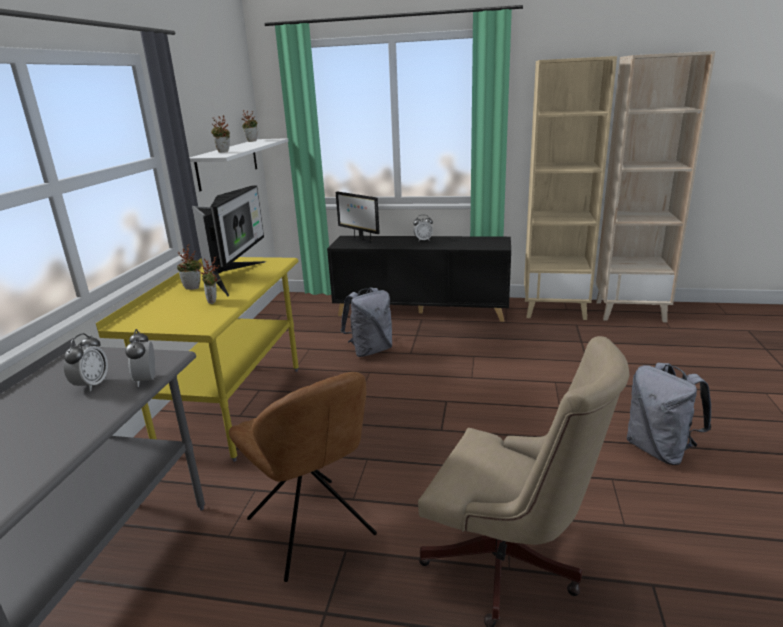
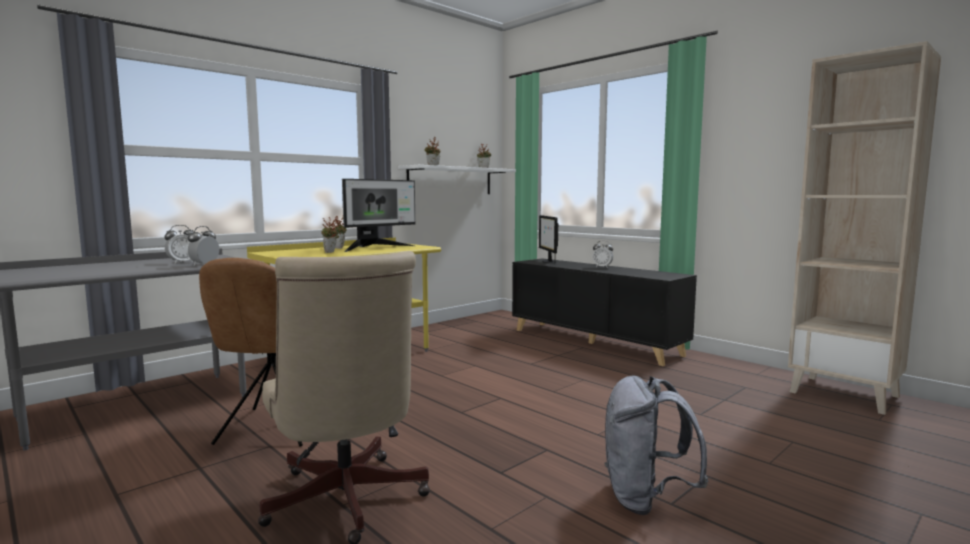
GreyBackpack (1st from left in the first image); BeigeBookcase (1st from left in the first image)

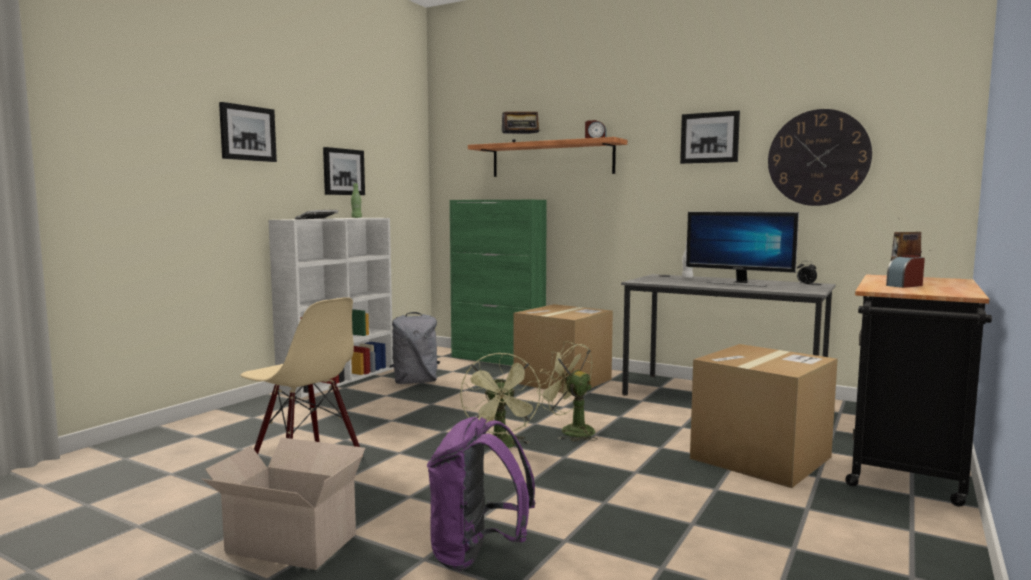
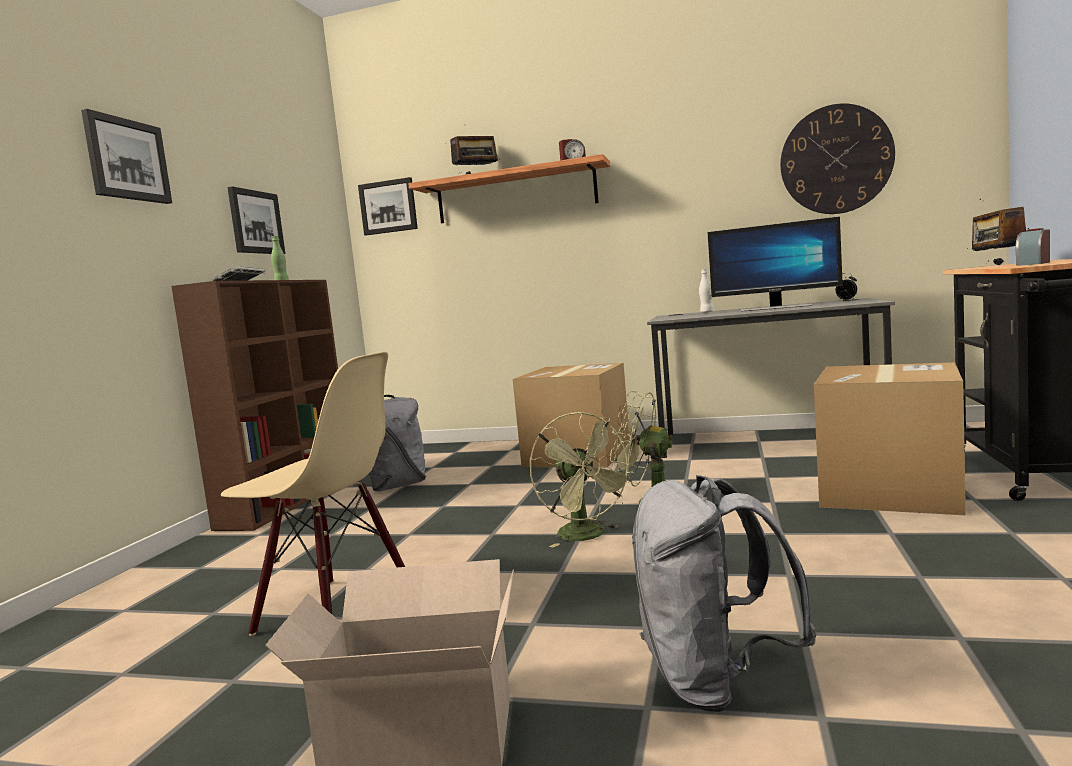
BrownBookcase; GreyBackpack (2nd from left); GreenCabinet; Picture (3rd from left)

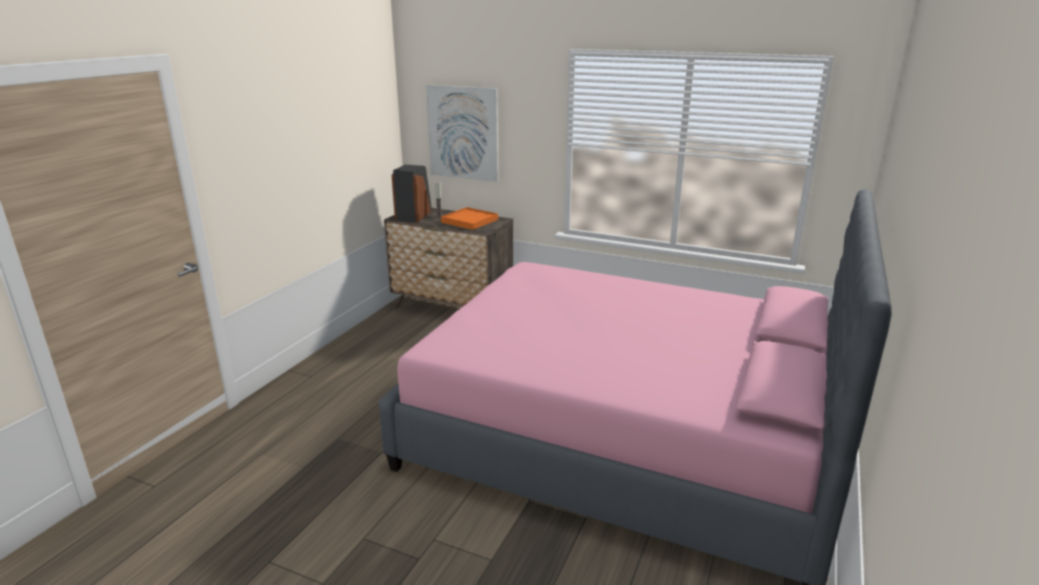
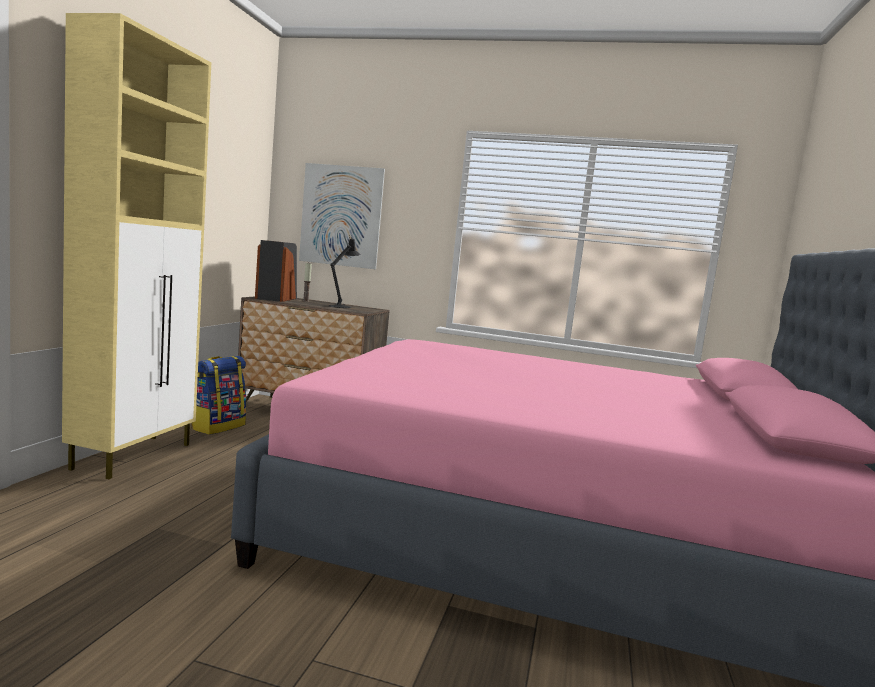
BlackTableLamp; BeigeCabinet; Backpack

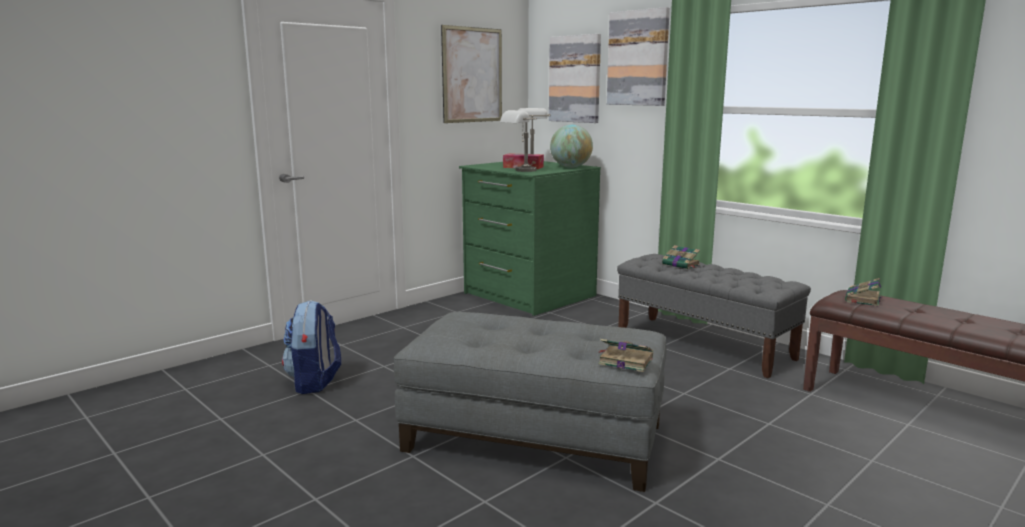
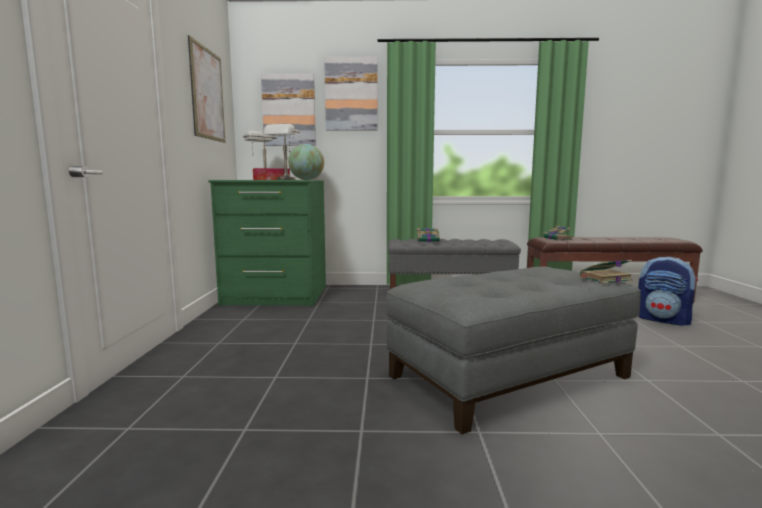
Backpack

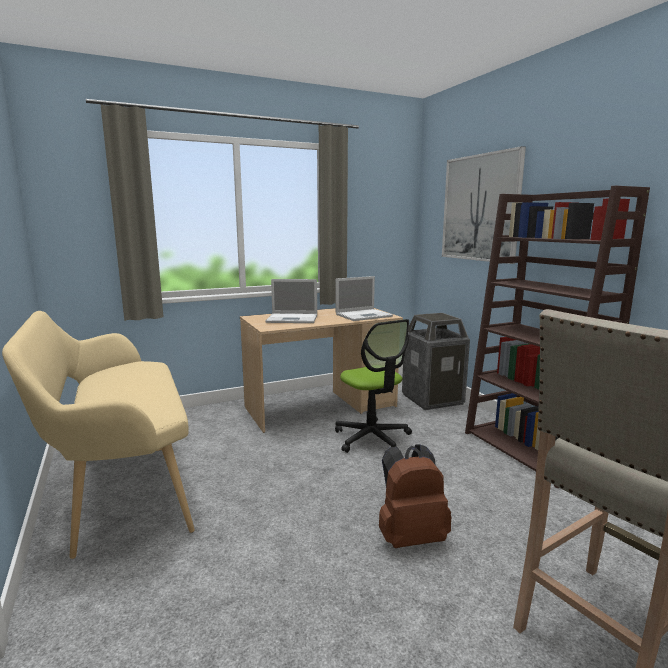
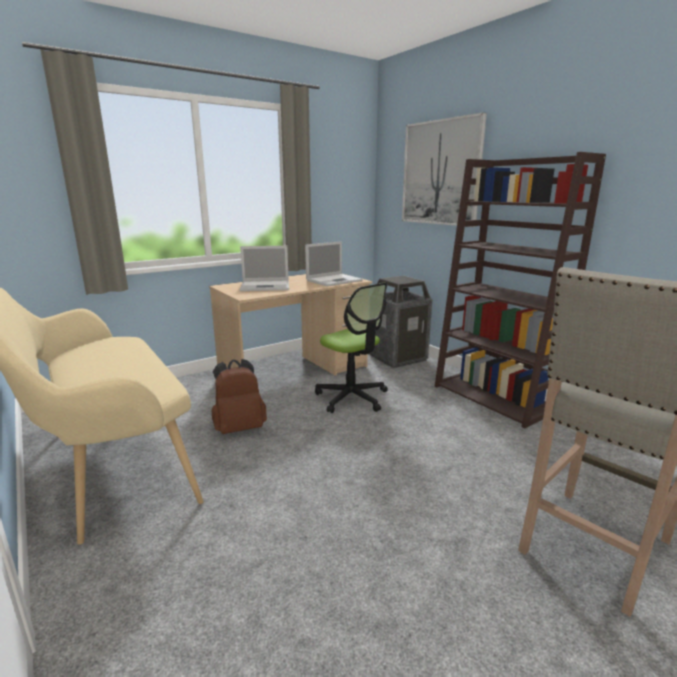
BrownBackpack

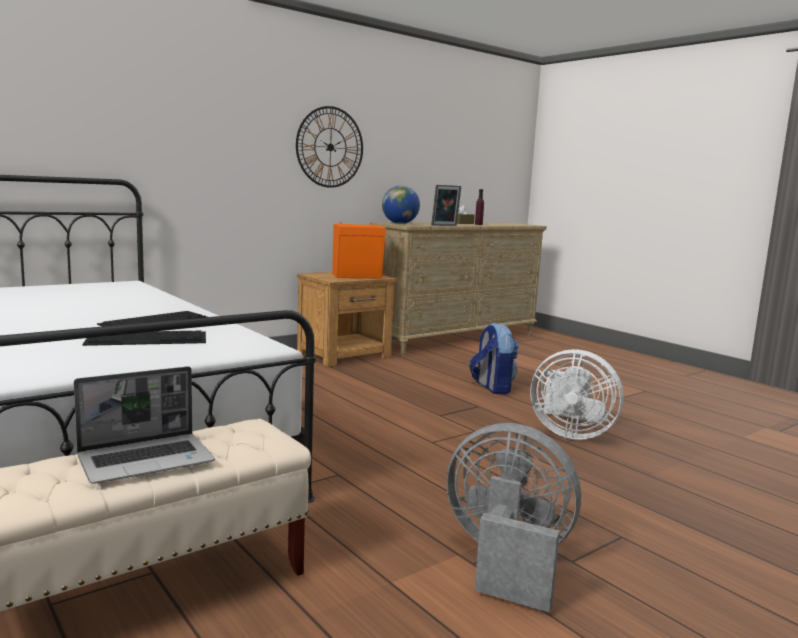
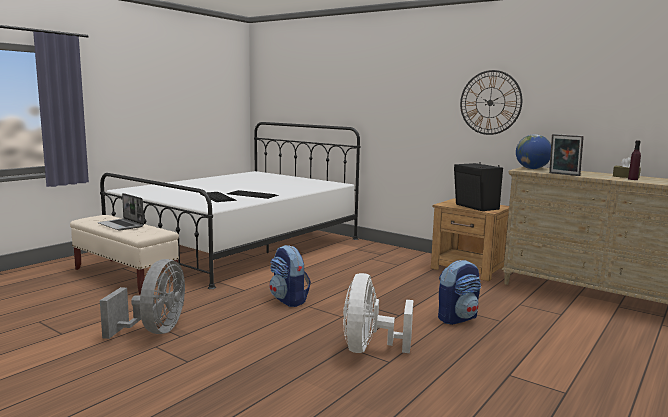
BlackSpeaker; Backpack (1st from left)

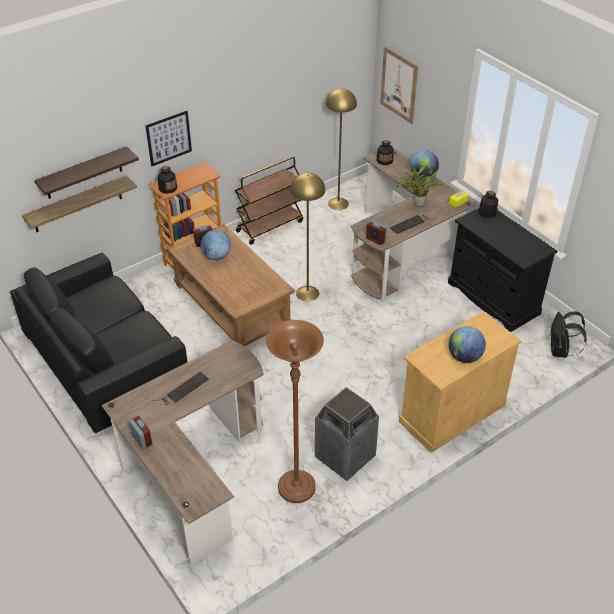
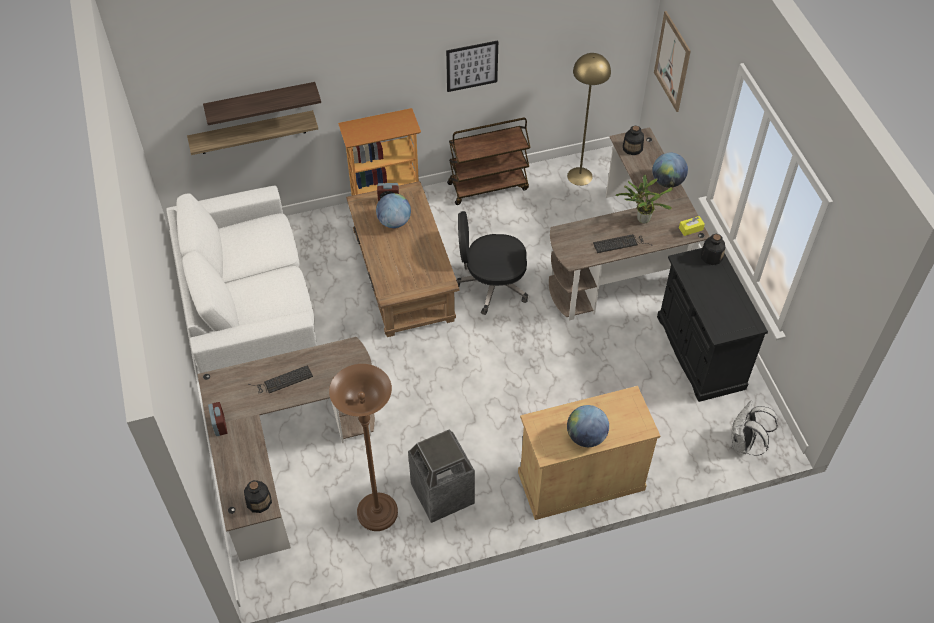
WhiteSofa; Picture (1st from left); Bottle (1st from left); BlackOfficeChair; AlarmClock (3rd from left in the first image); WhiteBackpack

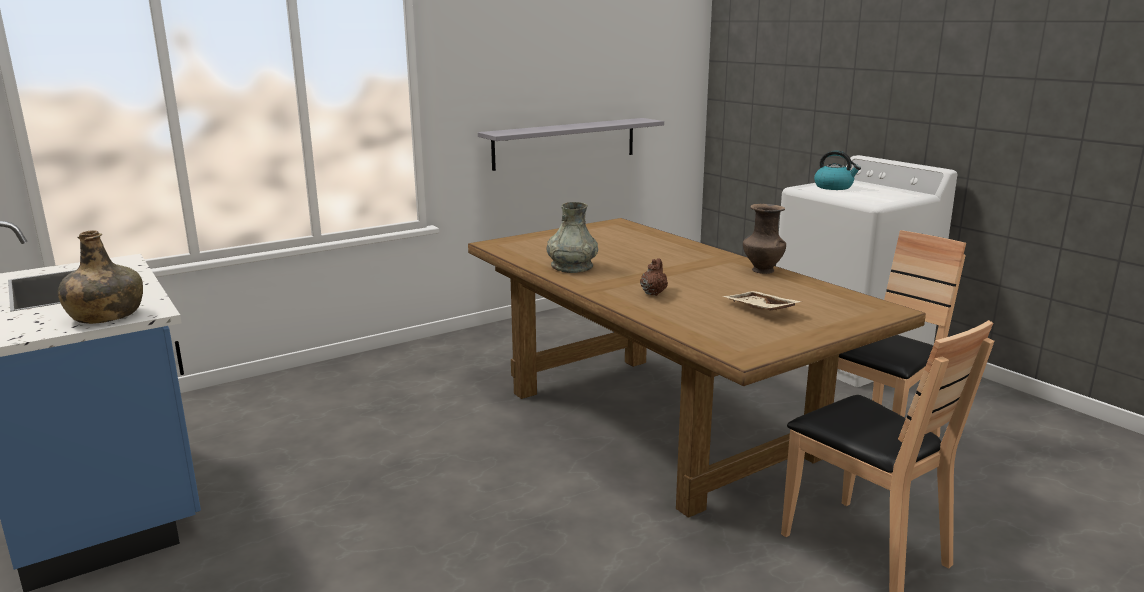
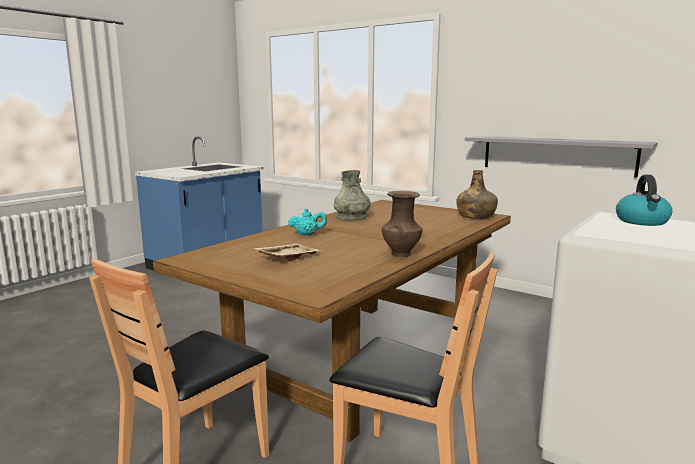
GreenBottle; TurquoiseTeapot

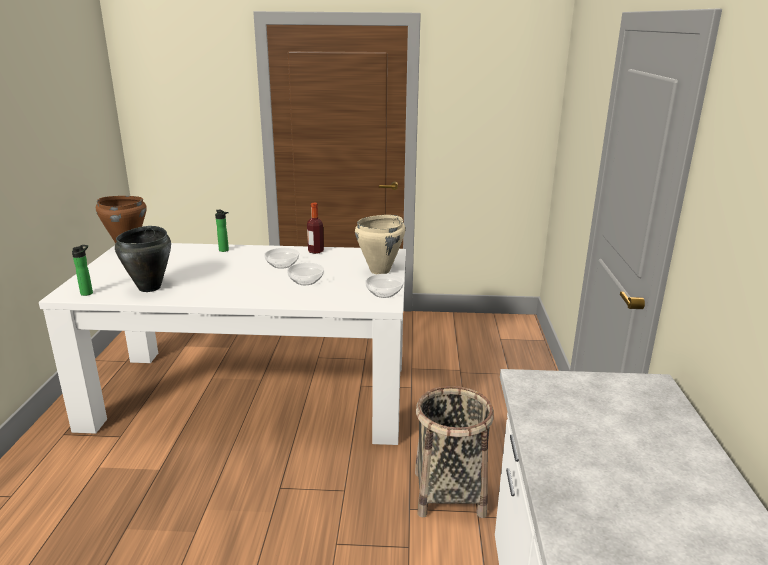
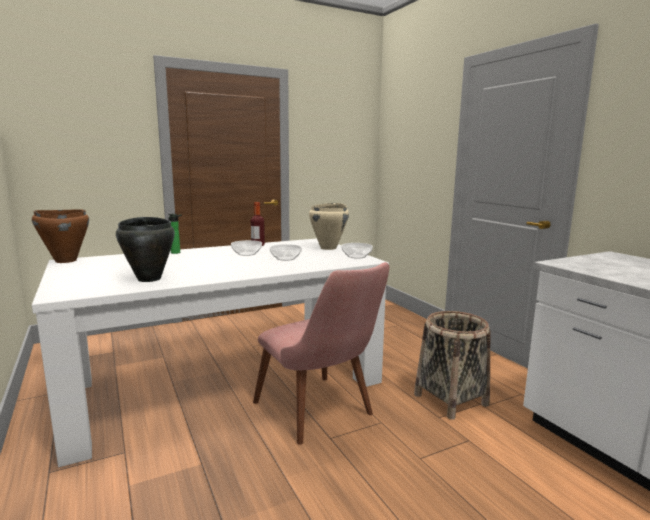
Bottle (1st from left in the first image); PinkChair

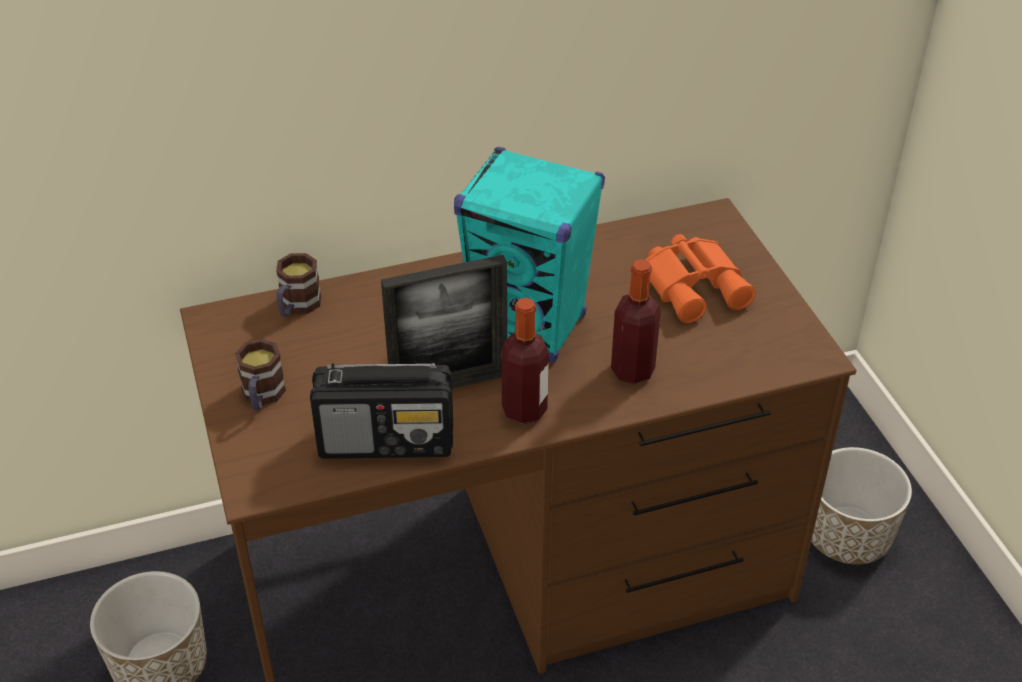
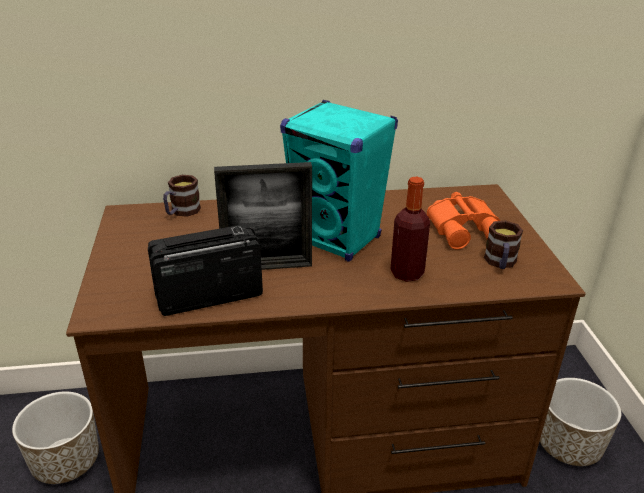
Mug (2nd from left); Radio; Bottle (1st from left in the first image)

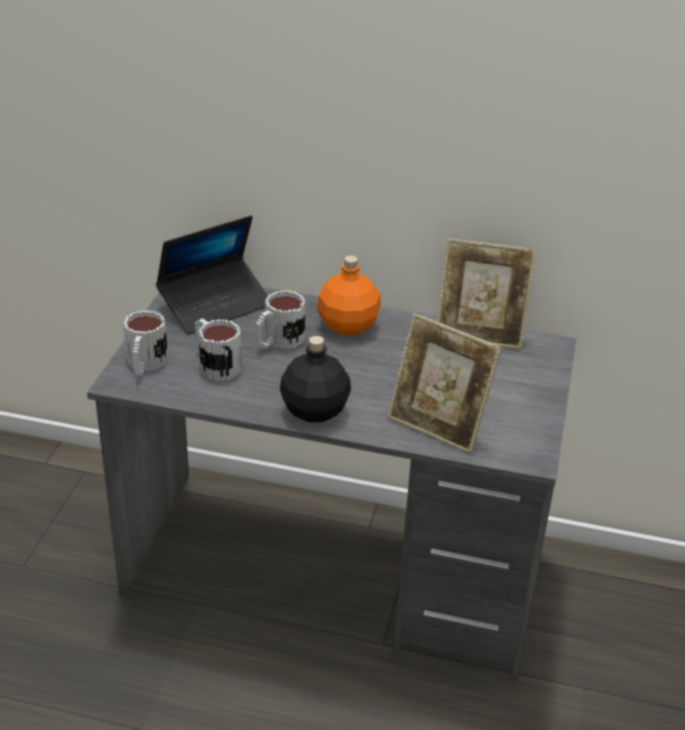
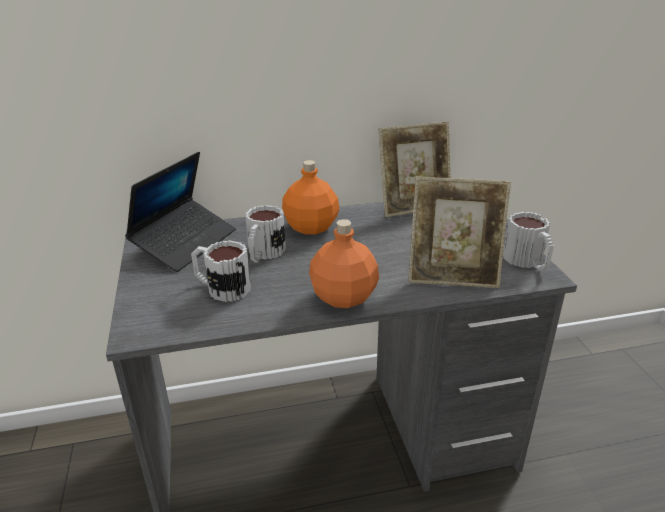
Mug (3rd from left); OrangeBottle (2nd from left)

